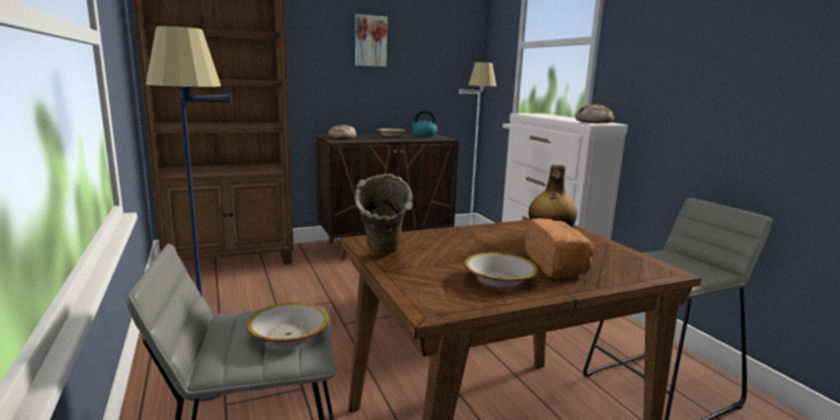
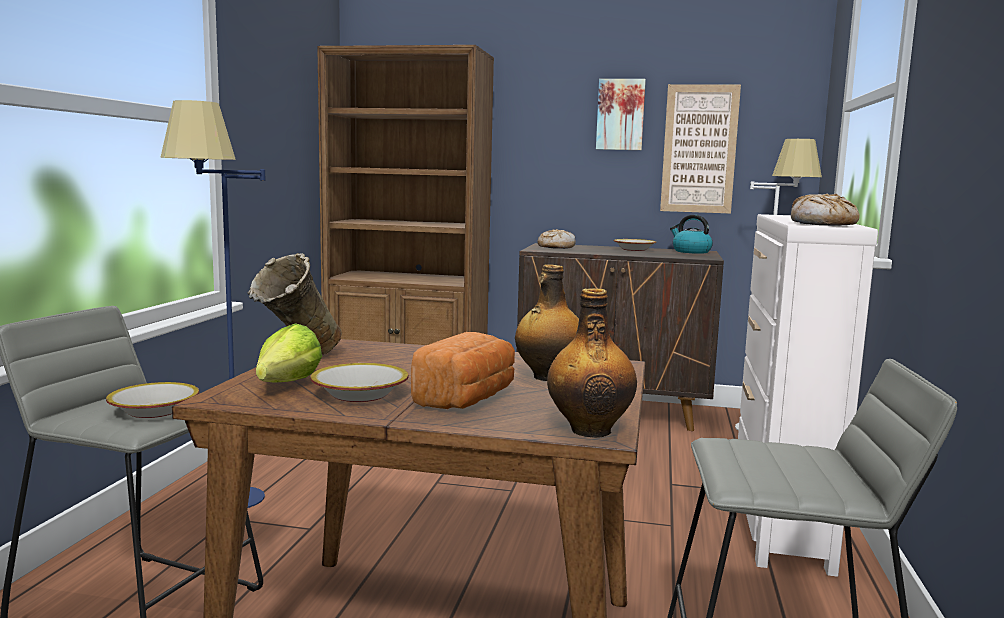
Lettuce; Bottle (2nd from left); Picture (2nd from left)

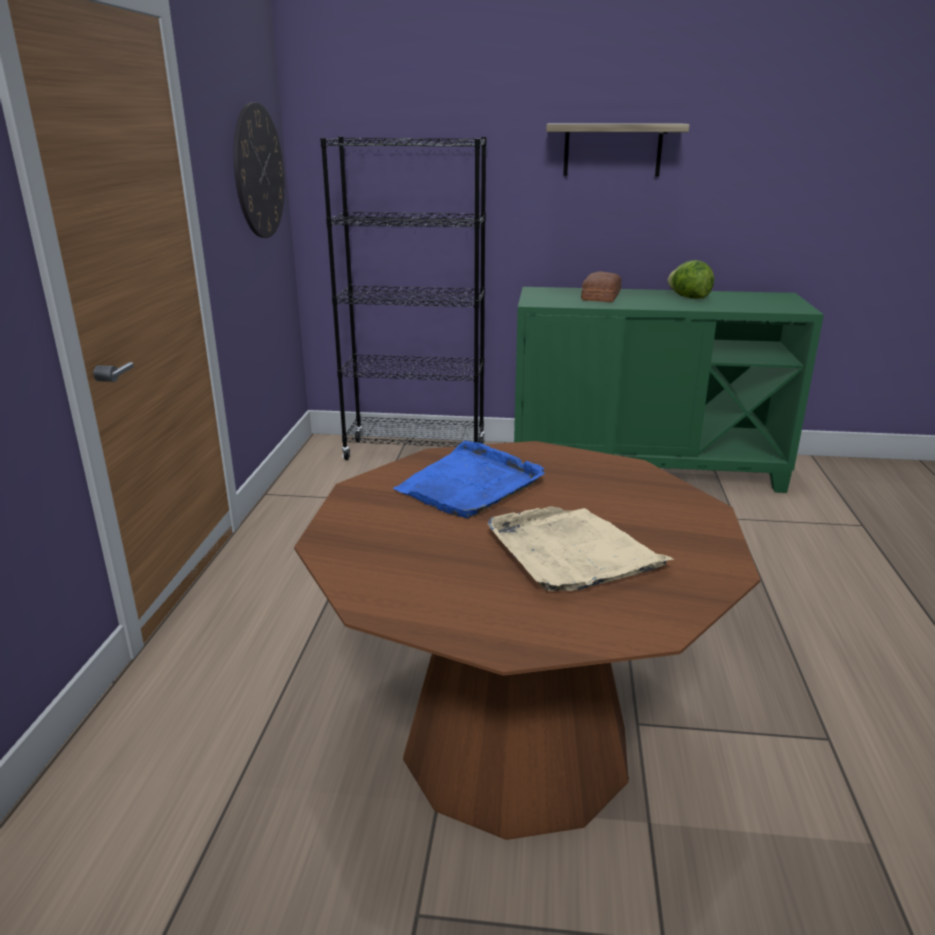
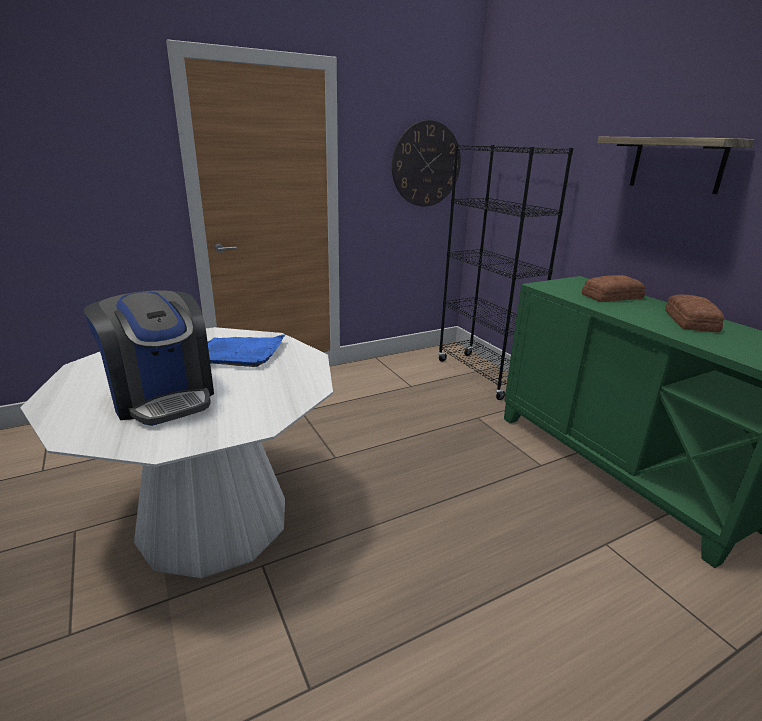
WhiteDiningTable; CoffeeMachine; Bread (2nd from left)

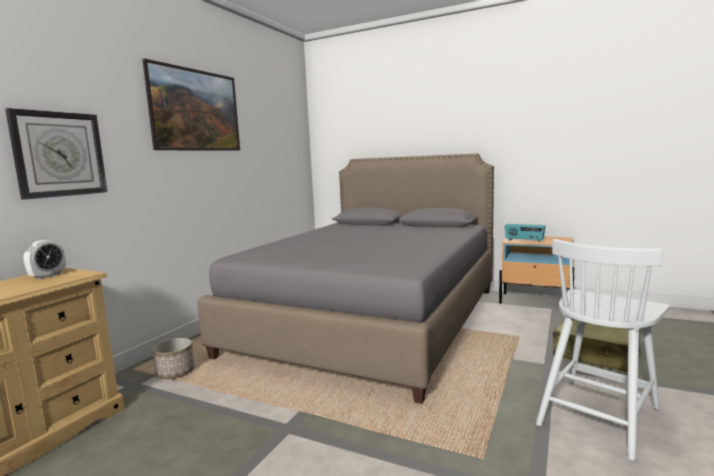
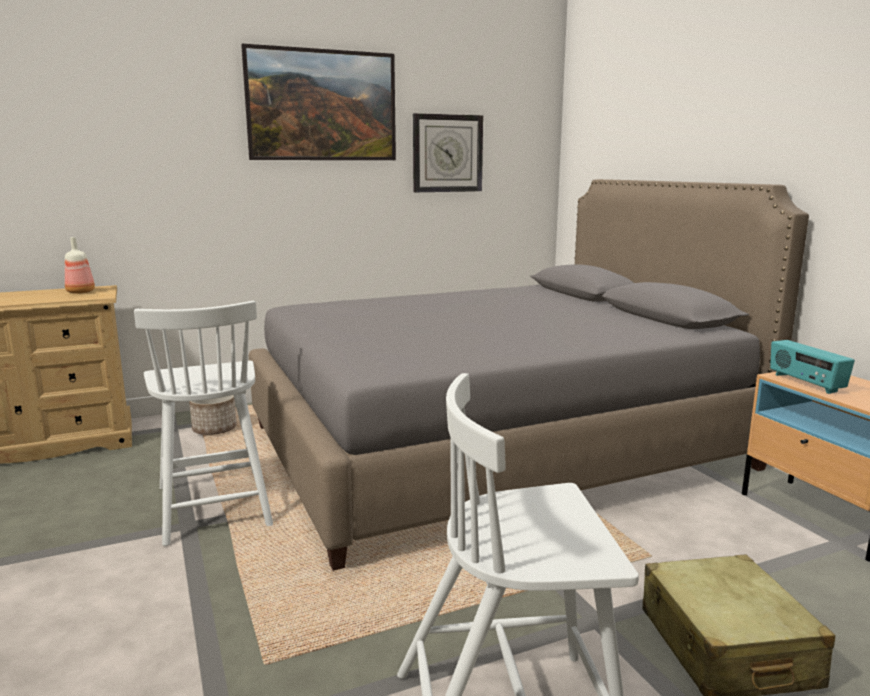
WallClock; Bottle; WhiteChair (1st from left)

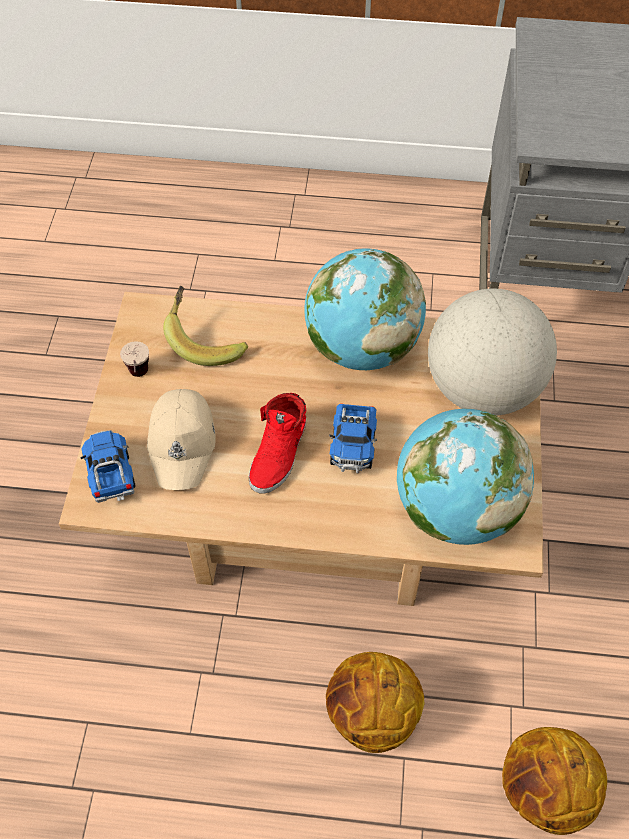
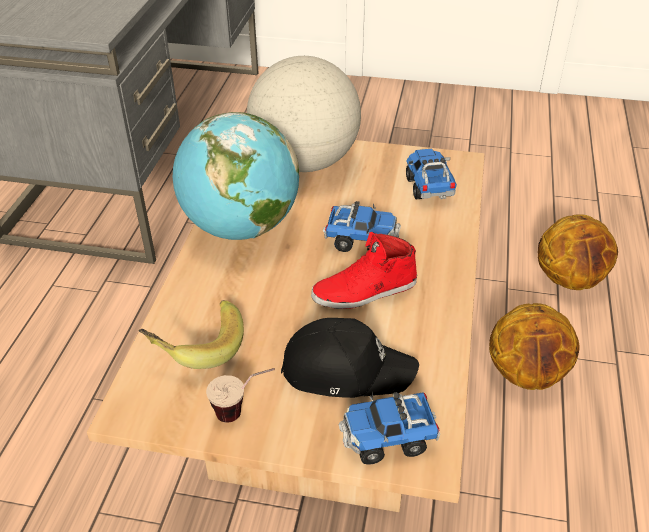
BlackCap; RedShoe; ToyTruck (3rd from left)

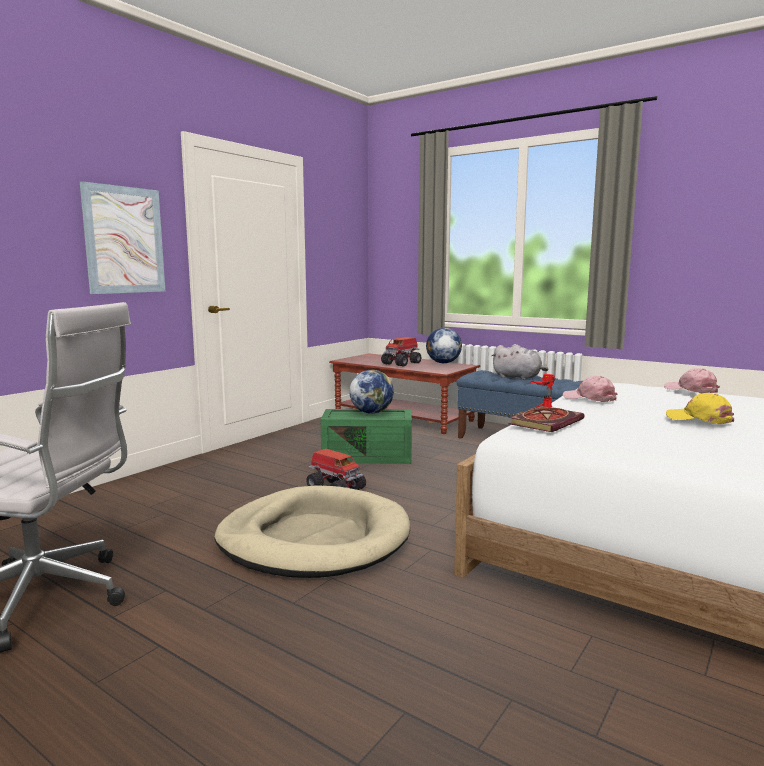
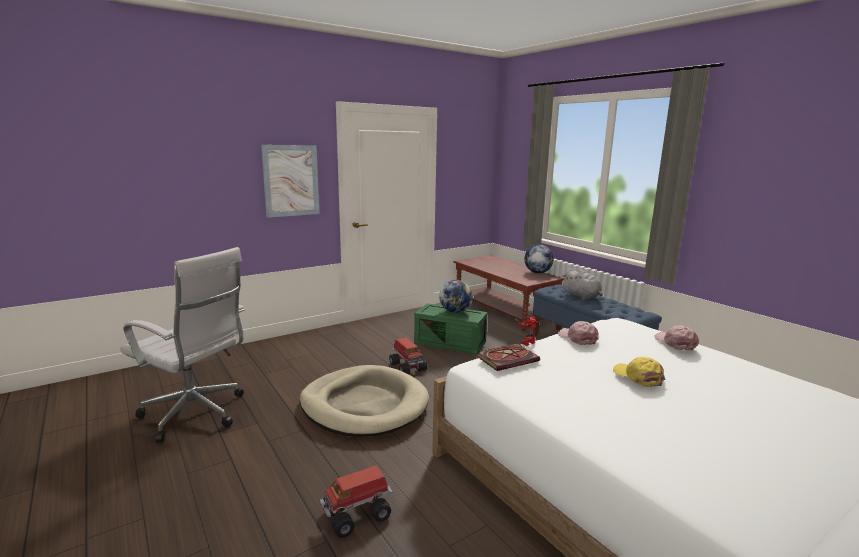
ToyTruck (1st from left)

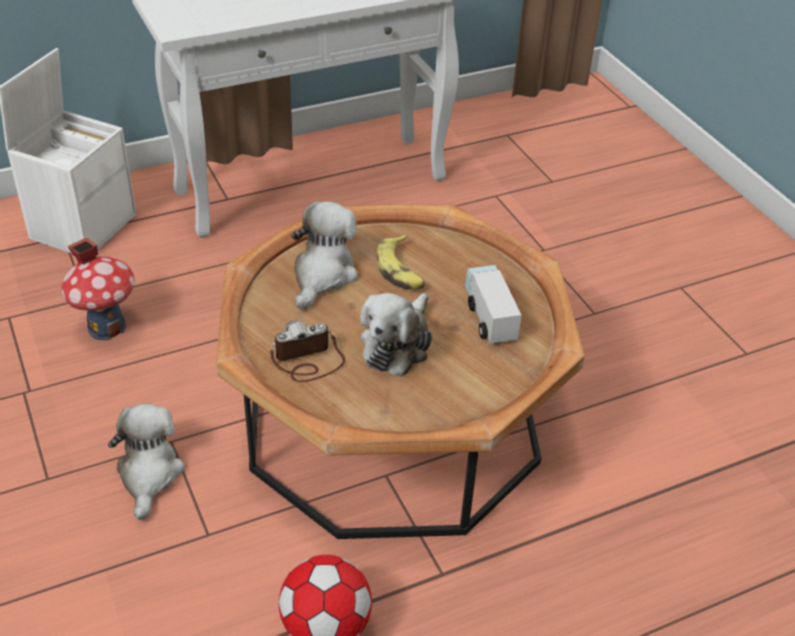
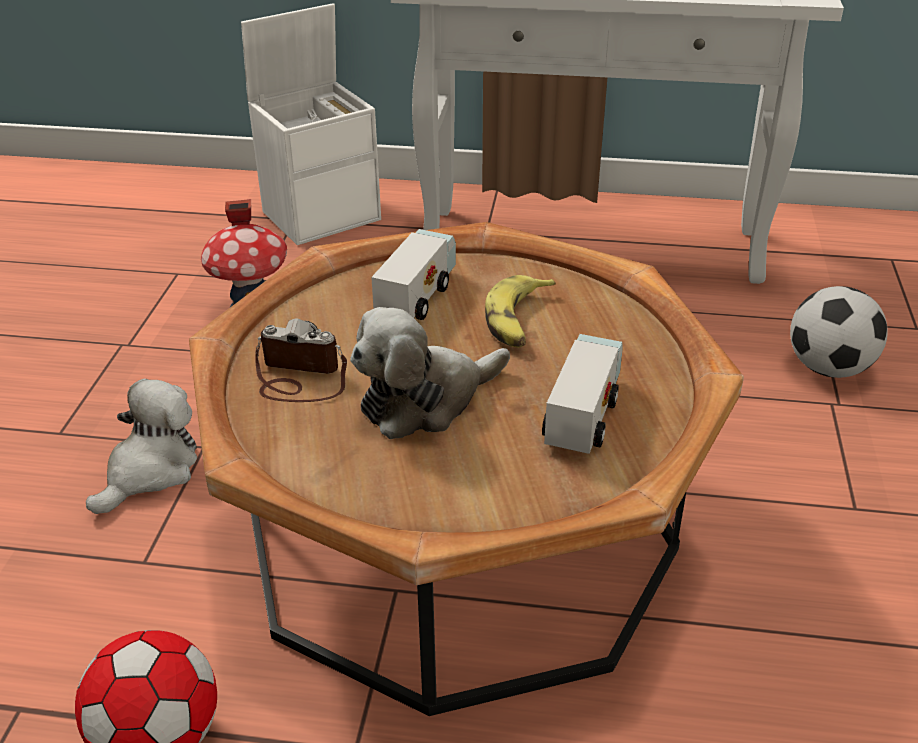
ToyTruck (1st from left); Football (2nd from left)

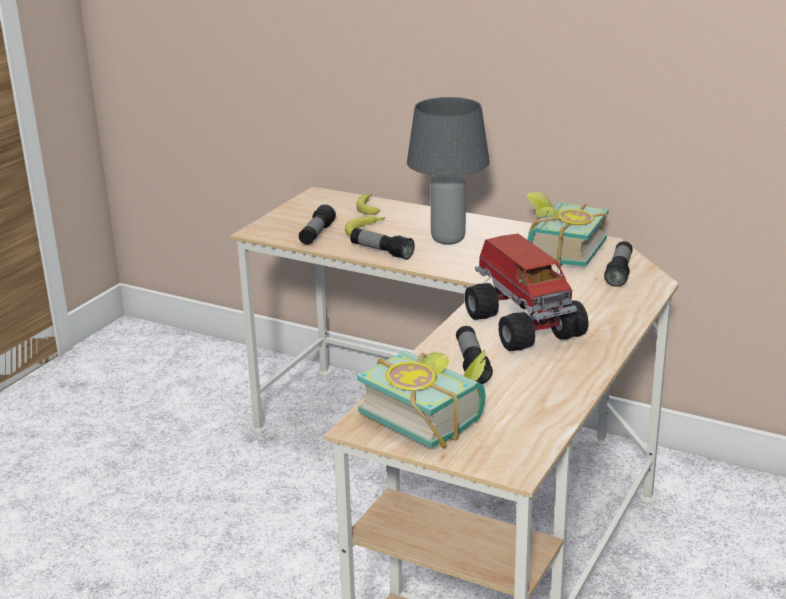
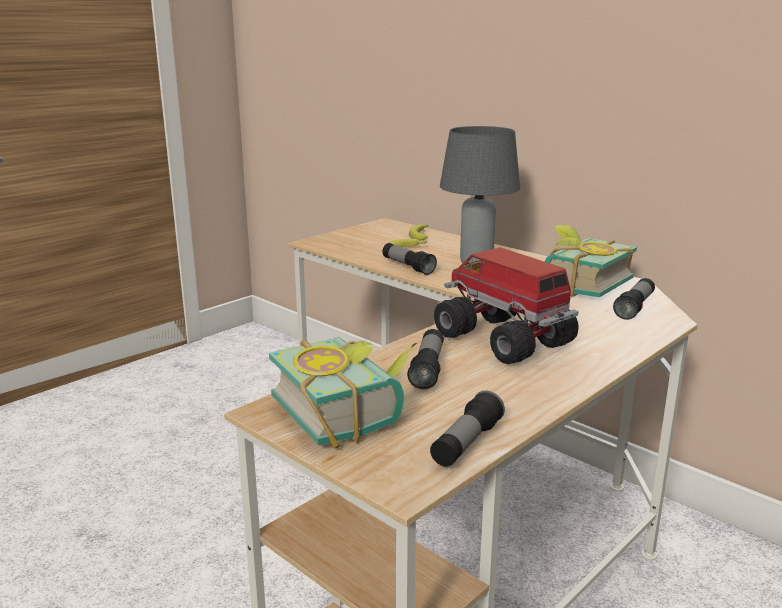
Flashlight (3rd from left); ToyTruck

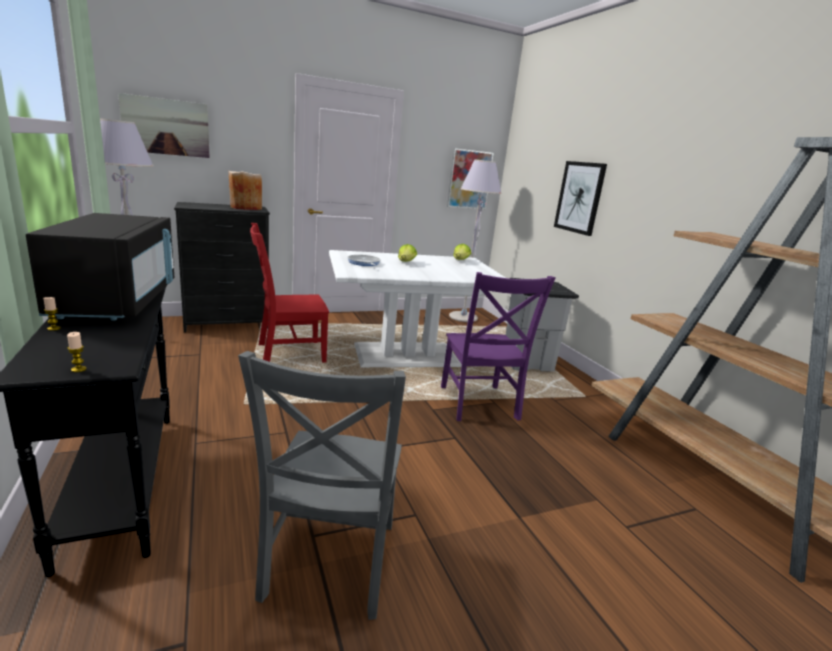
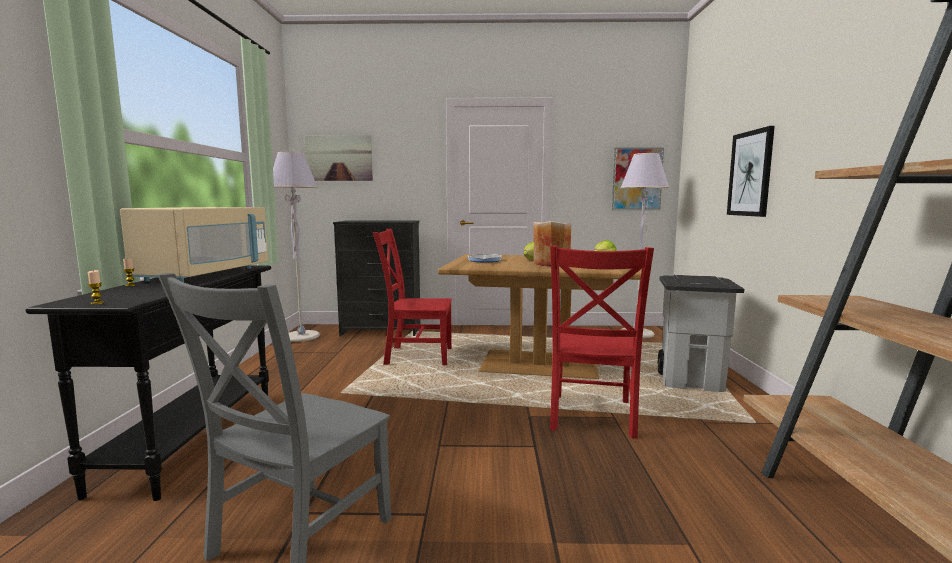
BeigeMicrowave; BeigeVase; BrownDiningTable; RedChair (2nd from left)

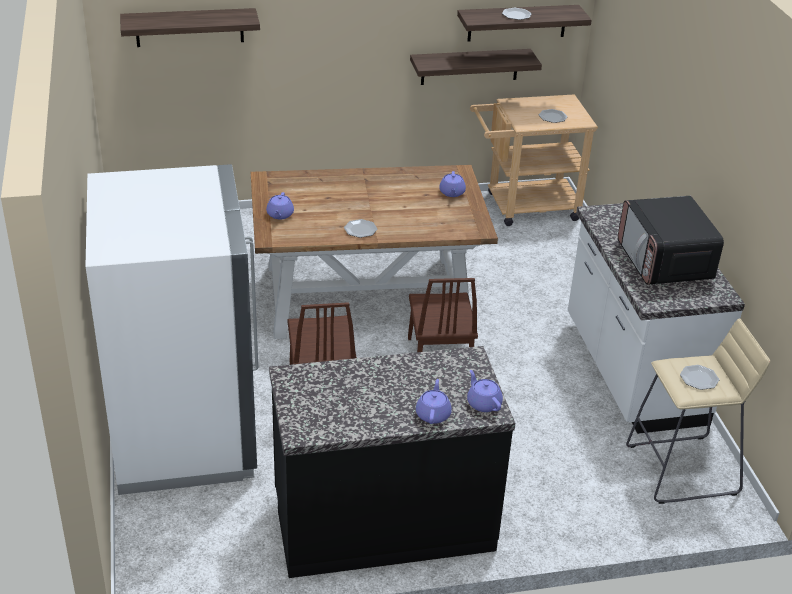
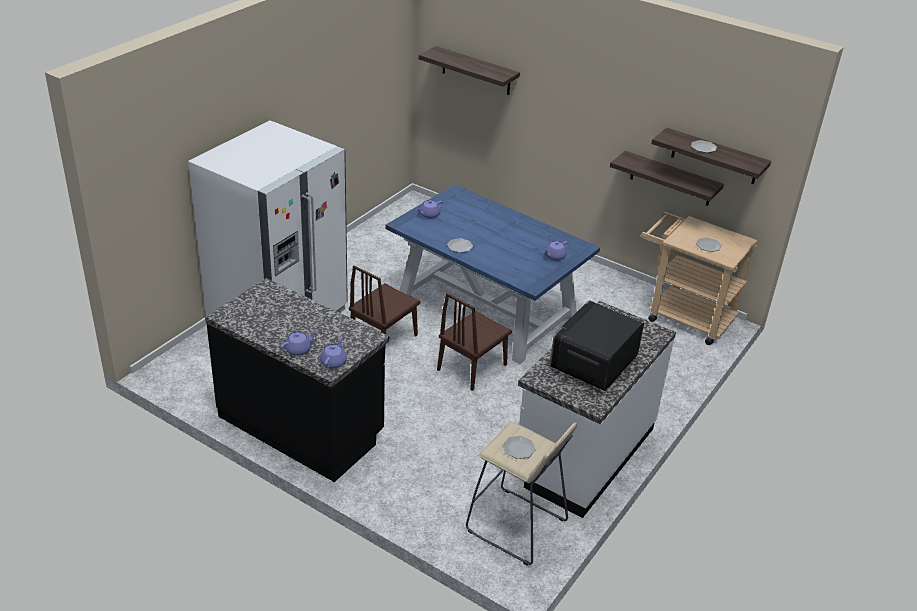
BlueDiningTable

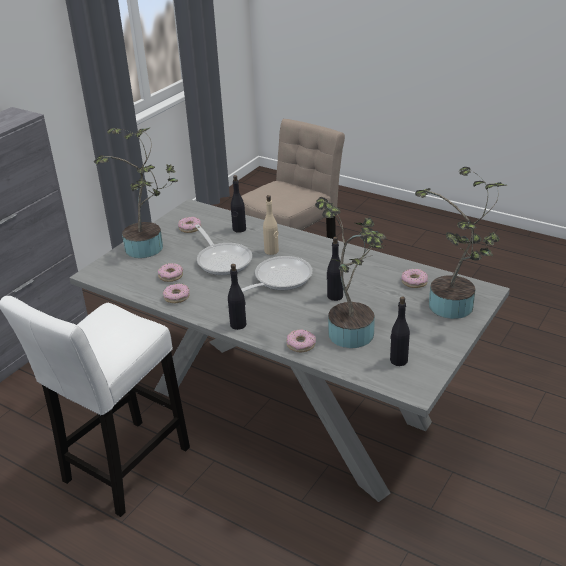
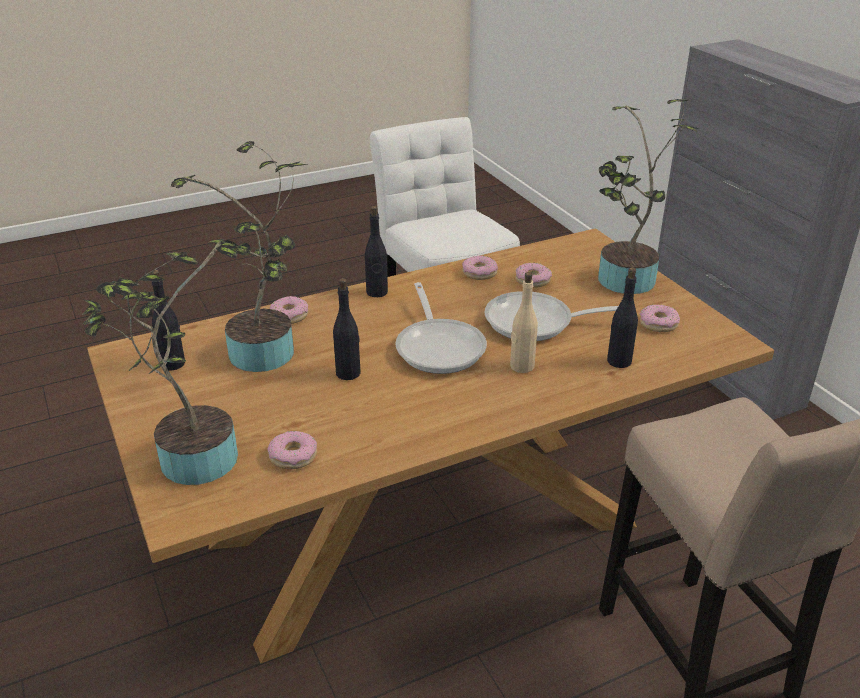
BrownDiningTable

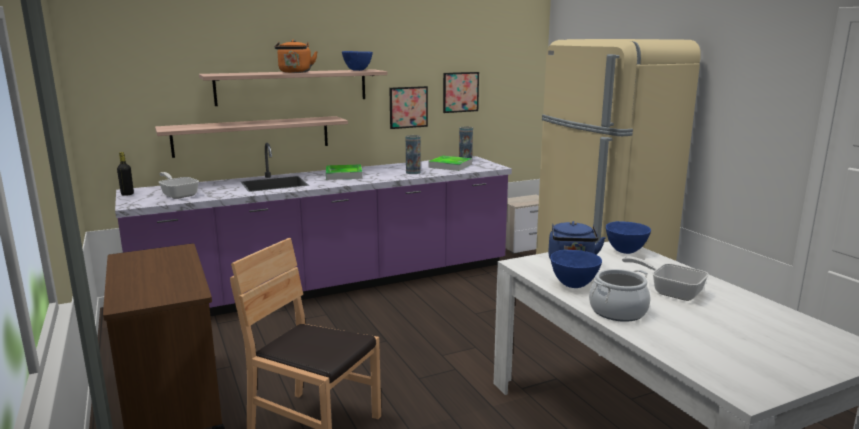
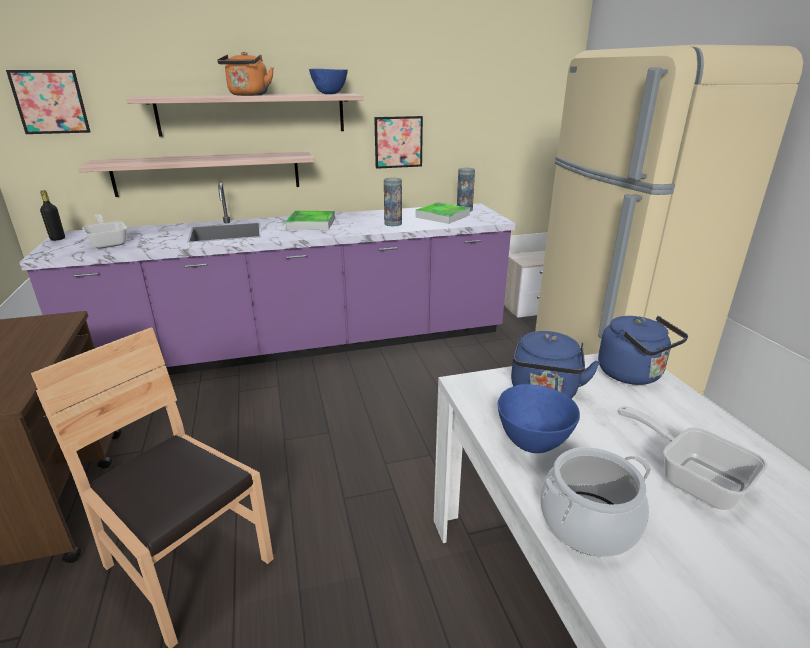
Picture (1st from left); BlueKettle (2nd from left)

